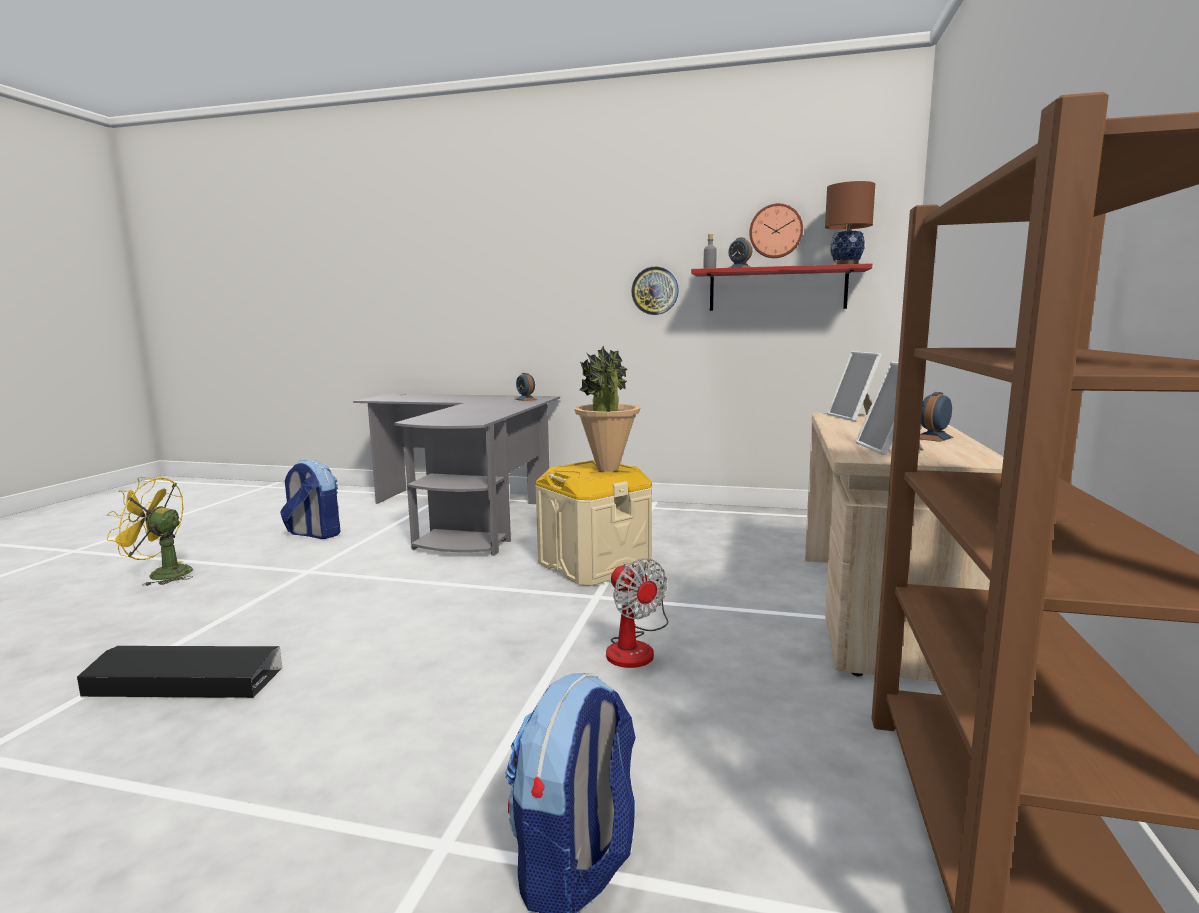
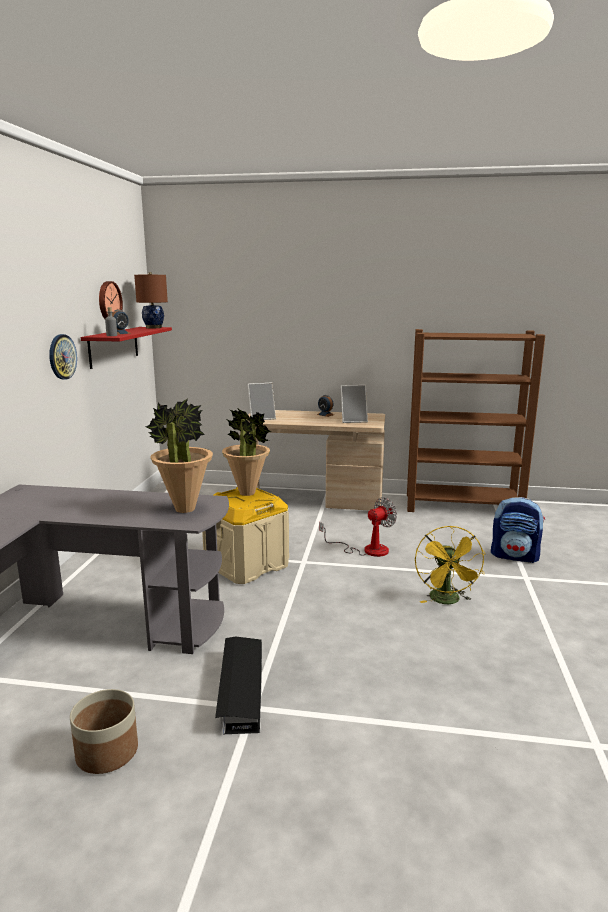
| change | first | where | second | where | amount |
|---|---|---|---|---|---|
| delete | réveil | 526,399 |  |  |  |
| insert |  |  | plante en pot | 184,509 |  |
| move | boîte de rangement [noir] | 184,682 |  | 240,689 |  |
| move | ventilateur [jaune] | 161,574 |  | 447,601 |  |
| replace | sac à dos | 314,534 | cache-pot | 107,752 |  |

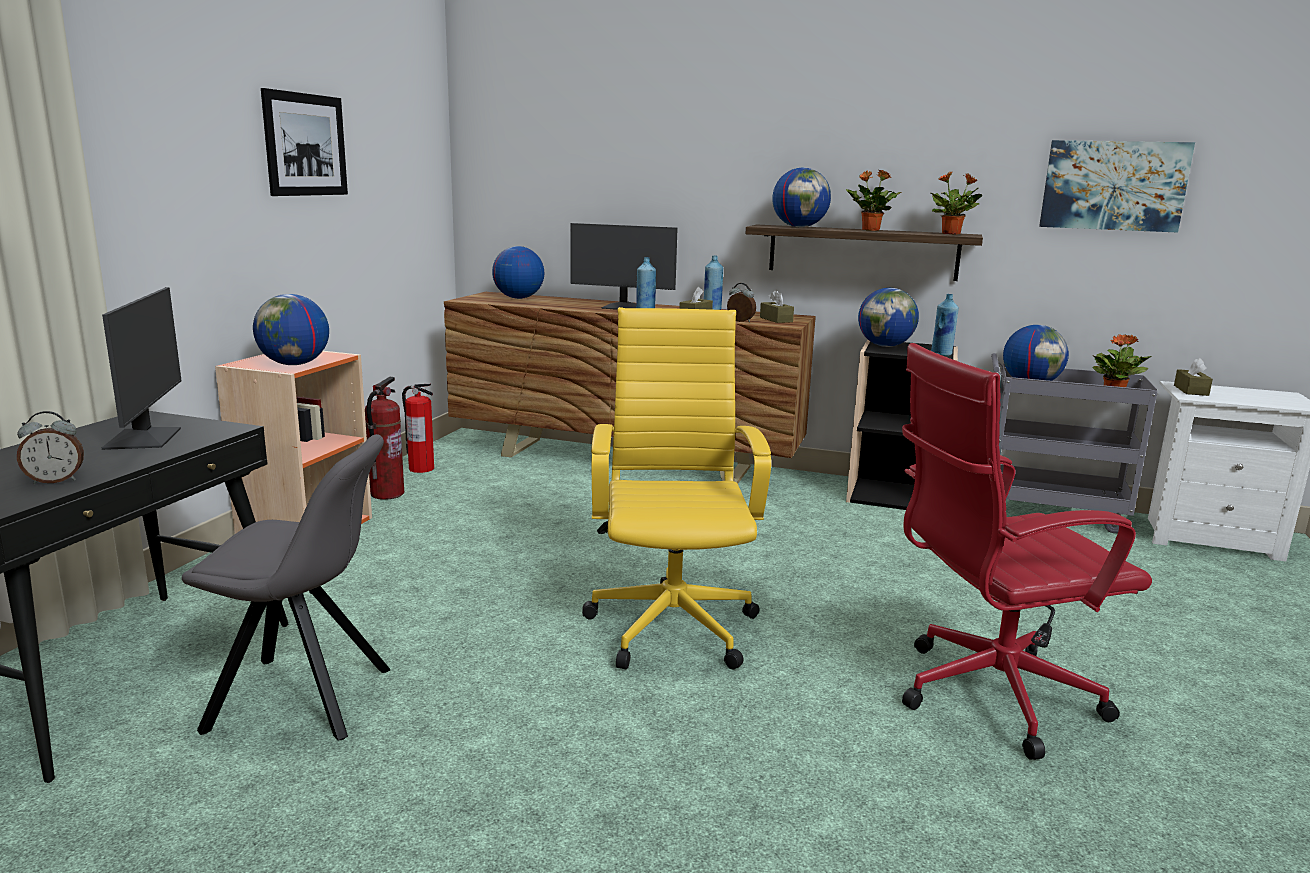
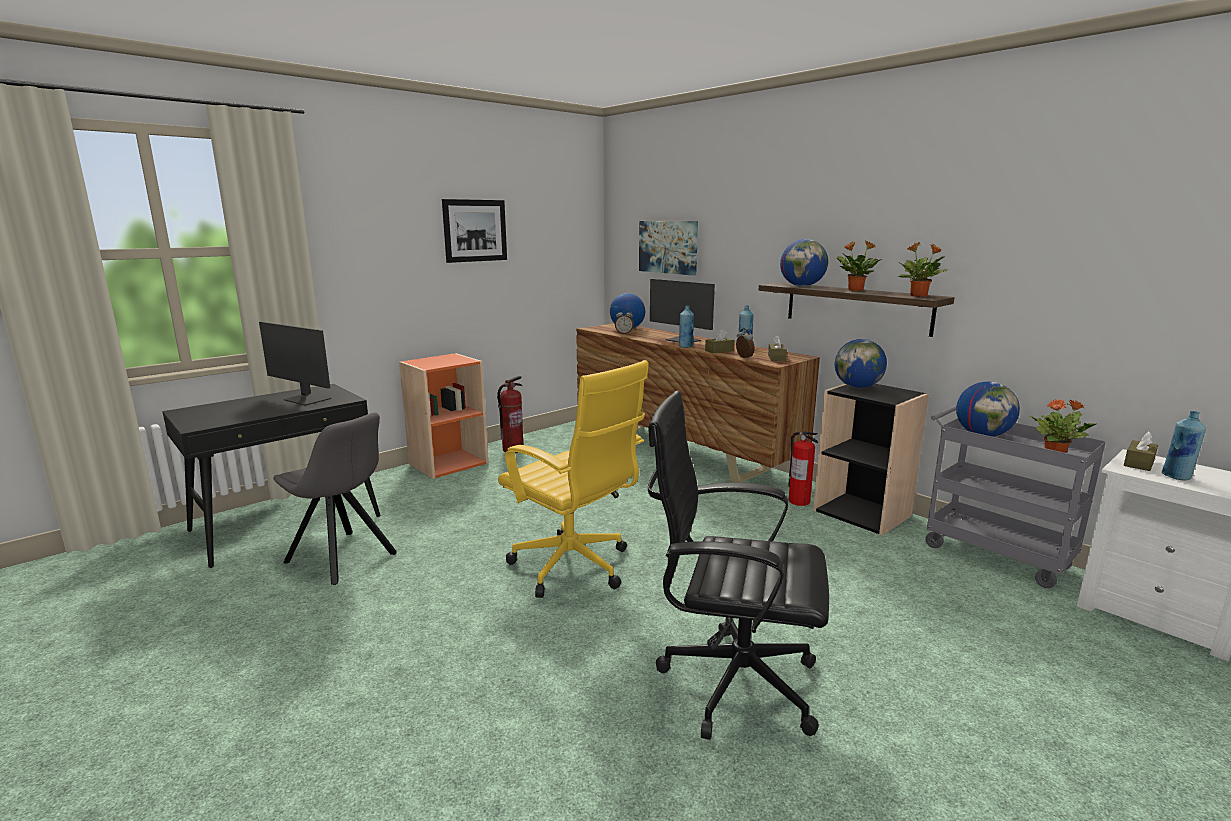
| change | first | where | second | where | amount |
|---|---|---|---|---|---|
| delete | globe | 294,364 |  |  |  |
| move | réveil | 55,480 |  | 624,333 |  |
| move | extincteur | 421,468 |  | 798,501 |  |
| move | bouteille [bleu] | 941,354 |  | 1176,477 |  |
| move | tableau | 1113,186 |  | 668,247 |  |
| recolor | chaise de bureau [rouge] | 987,697 | chaise de bureau [noir] | 731,682 |  |
| rotate | écran d'ordinateur | 145,438 |  | 306,400 | 105 degrees clockwise |
| rotate | chaise de bureau [jaune] | 672,624 |  | 575,568 | 105 degrees clockwise |

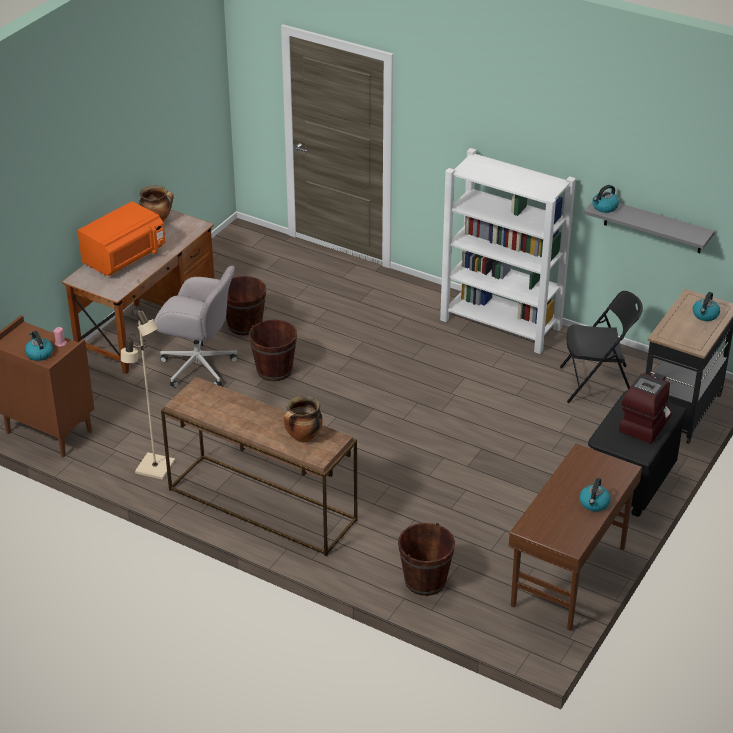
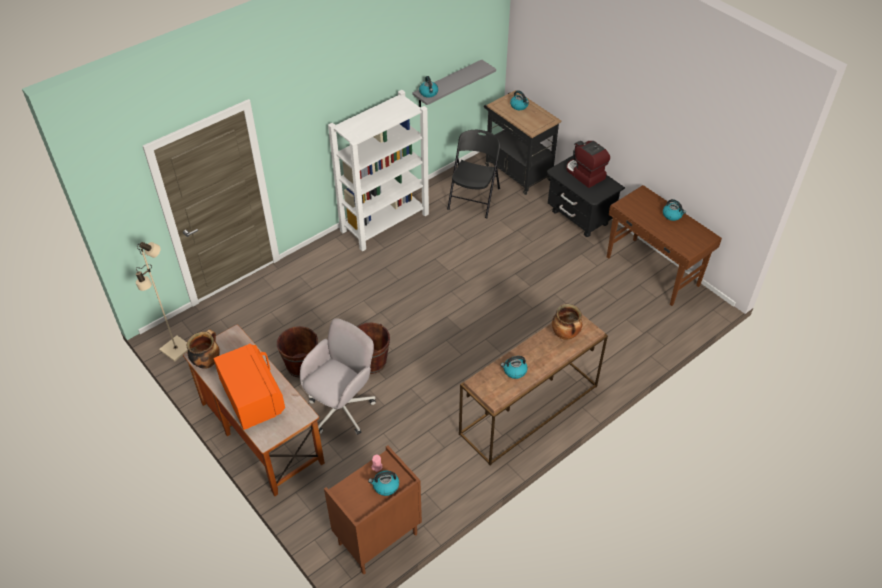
| change | first | where | second | where | amount |
|---|---|---|---|---|---|
| delete | seau [marron] | 425,581 |  |  |  |
| insert |  |  | bouilloire | 514,371 |  |
| move | lampadaire [beige] | 155,467 |  | 176,349 |  |

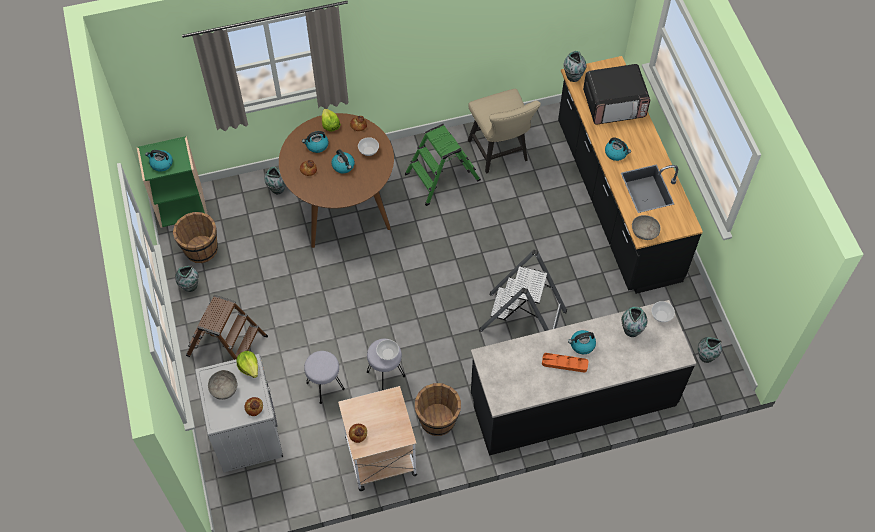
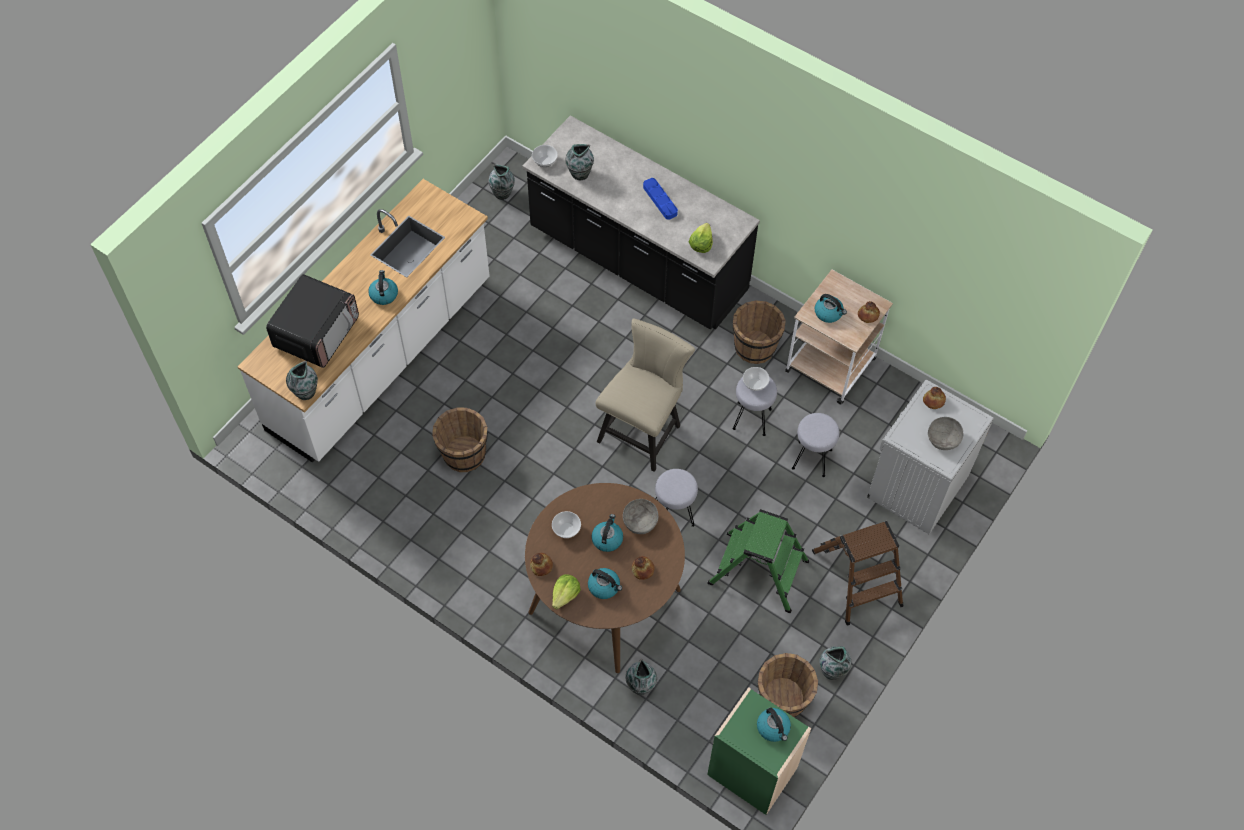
| change | first | where | second | where | amount |
|---|---|---|---|---|---|
| delete | escabeau [gris] | 524,320 |  |  |  |
| insert |  |  | seau [marron] | 463,454 |  |
| insert |  |  | tabouret [gris] | 674,514 |  |
| move | laitue | 249,367 |  | 701,244 |  |
| move | escabeau [vert] | 442,177 |  | 758,572 |  |
| move | chaise [beige] | 500,153 |  | 643,430 |  |
| move | bouilloire | 582,345 |  | 829,313 |  |
| move | bol [gris] | 644,232 |  | 640,521 |  |
| recolor | plateau [orange] | 564,363 | plateau [bleu] | 660,200 |  |
| recolor | comptoir de cuisine [noir] | 616,201 | comptoir de cuisine [blanc] | 382,356 |  |
| rotate | micro-ondes | 614,104 |  | 317,332 | 75 degrees clockwise |

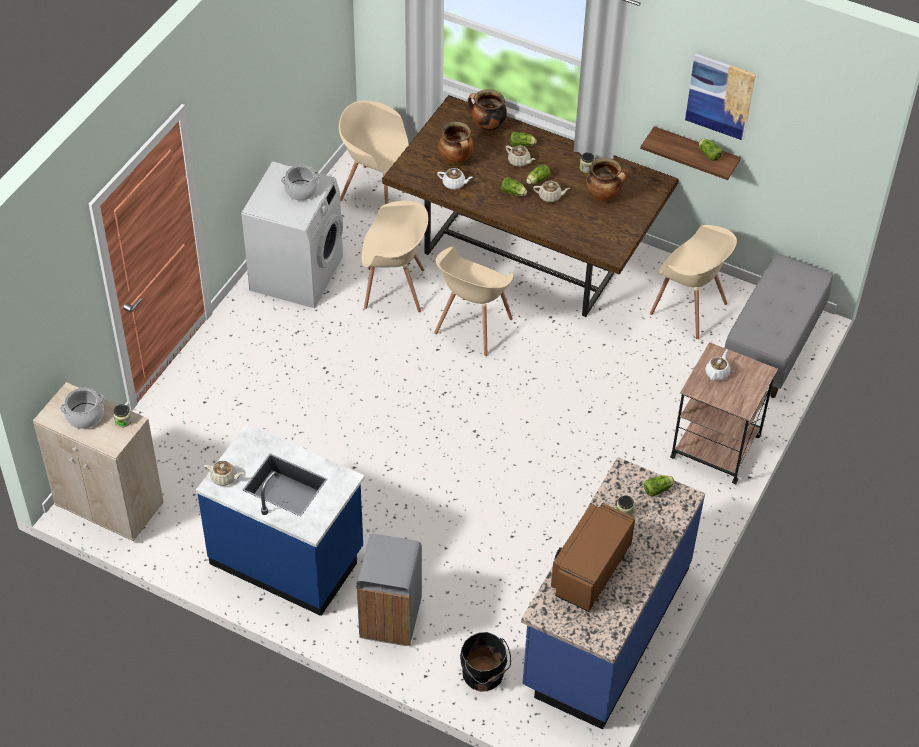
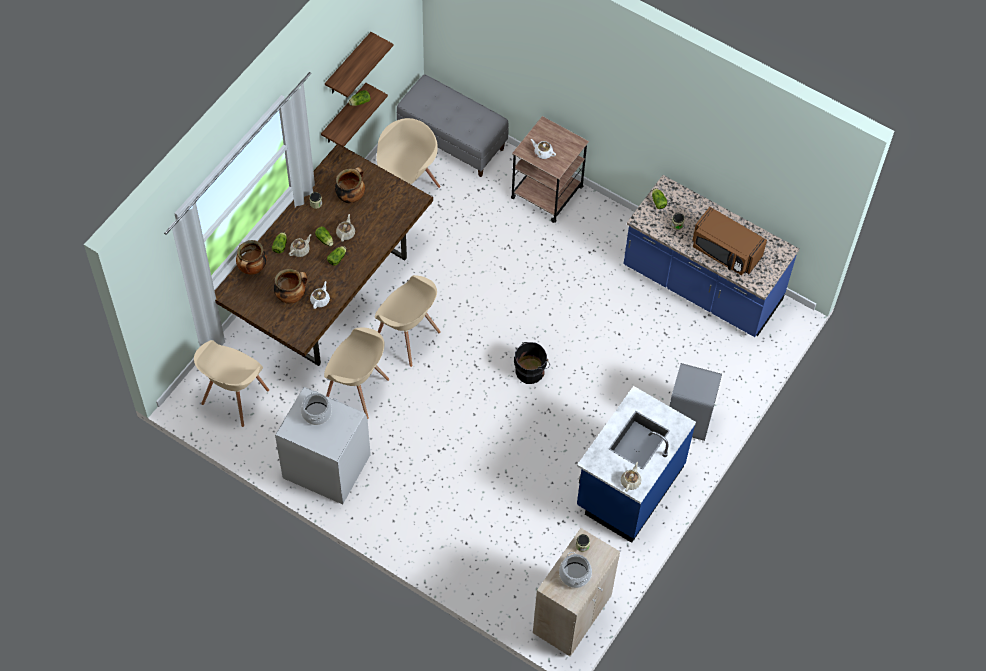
| change | first | where | second | where | amount |
|---|---|---|---|---|---|
| move | seau [noir] | 483,675 |  | 531,370 |  |
| replace | tableau | 720,96 | étagère | 348,65 |  |
| rotate | chaise [beige] | 395,289 |  | 357,391 | 105 degrees clockwise |

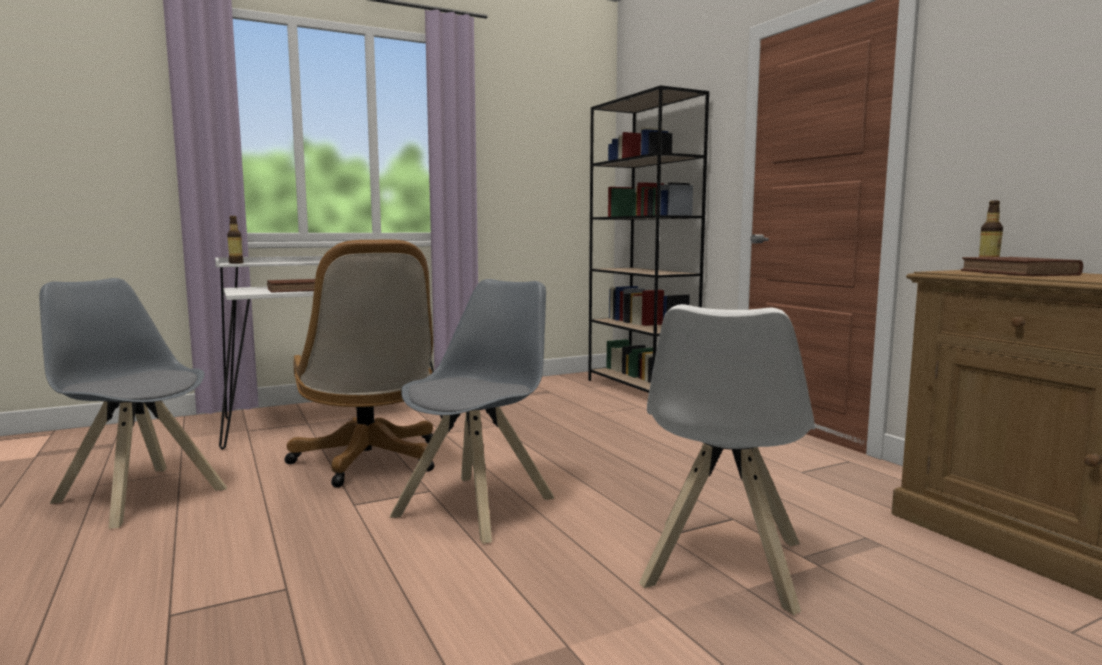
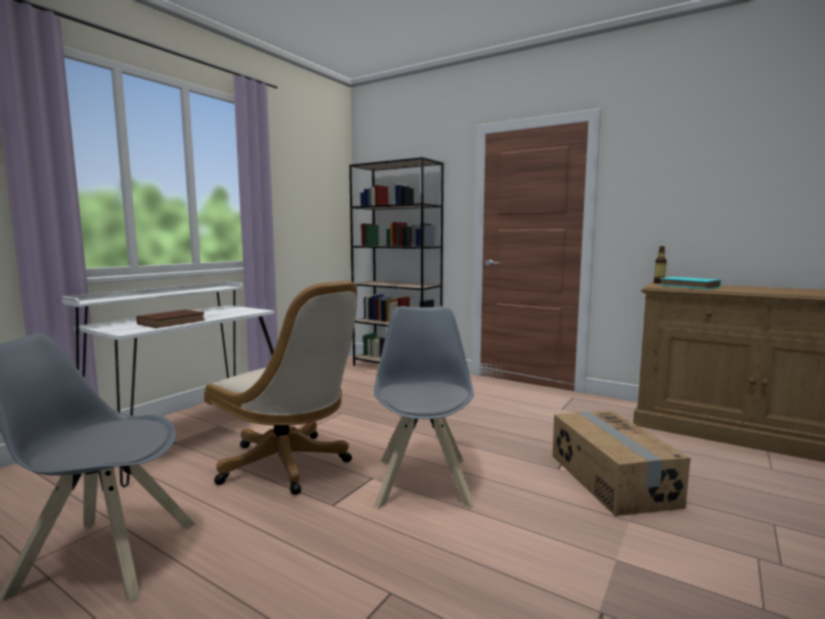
| change | first | where | second | where | amount |
|---|---|---|---|---|---|
| delete | bouteille | 236,263 |  |  |  |
| replace | chaise [blanc] | 722,566 | carton | 611,479 |  |
| recolor | livre [marron] | 1020,273 | livre [turquoise] | 691,286 |  |

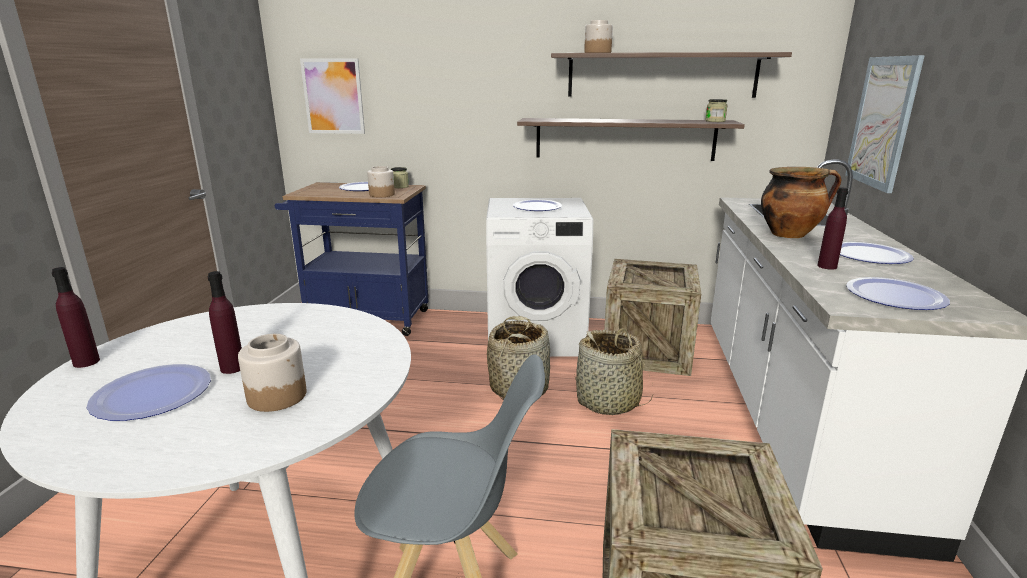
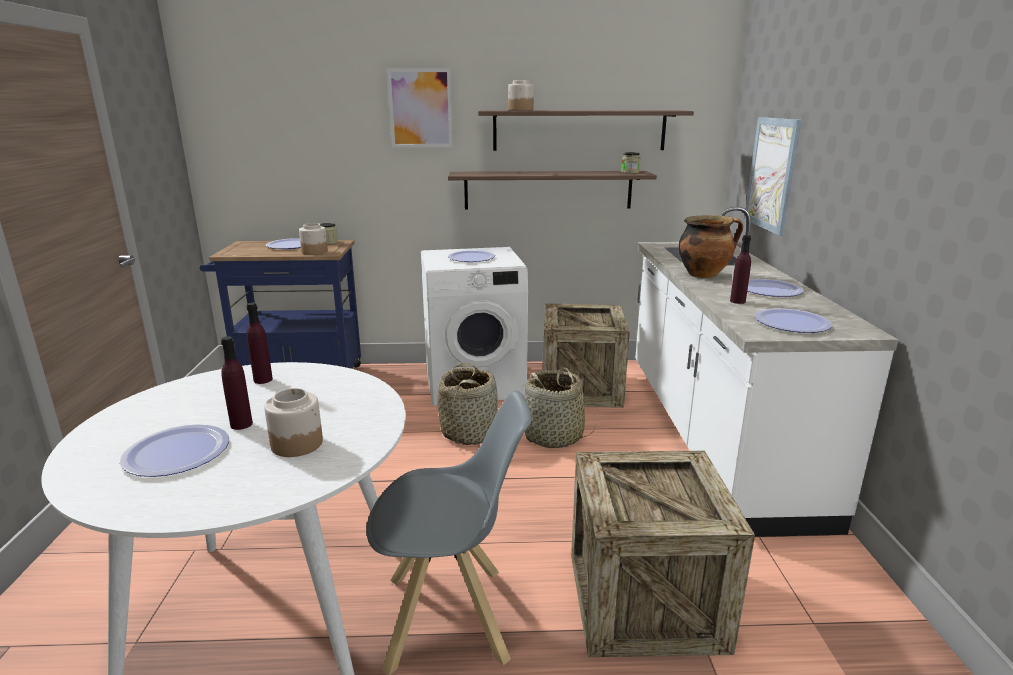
| change | first | where | second | where | amount |
|---|---|---|---|---|---|
| move | bouteille [violet] | 86,362 |  | 263,380 |  |
| move | tableau | 333,96 |  | 420,108 |  |

